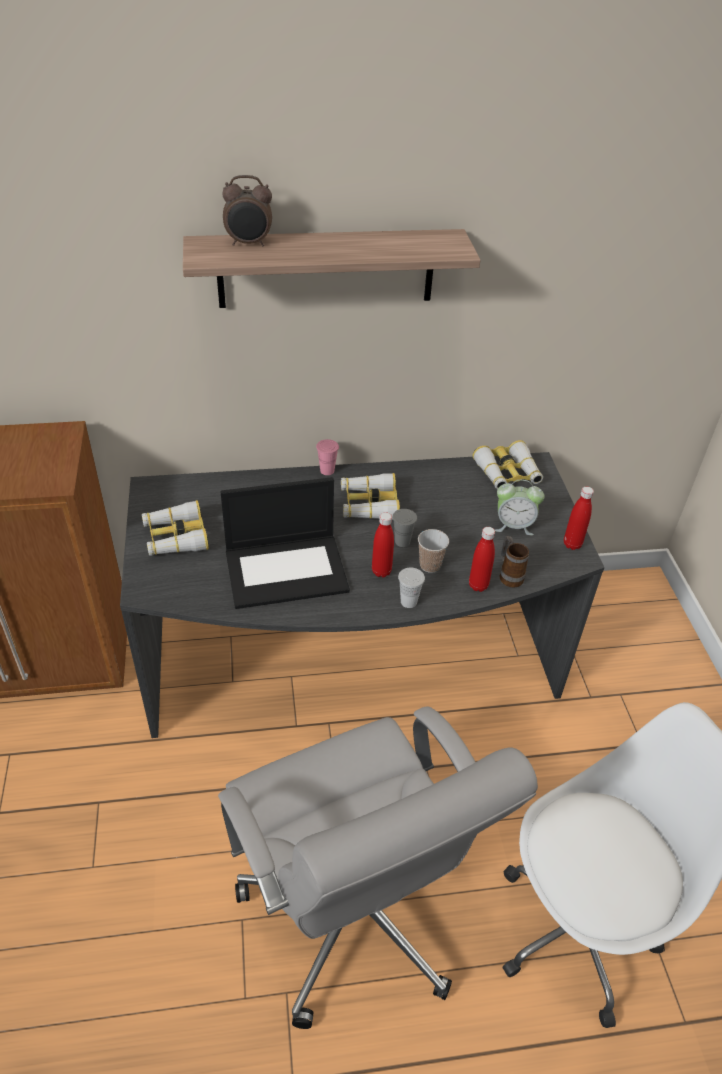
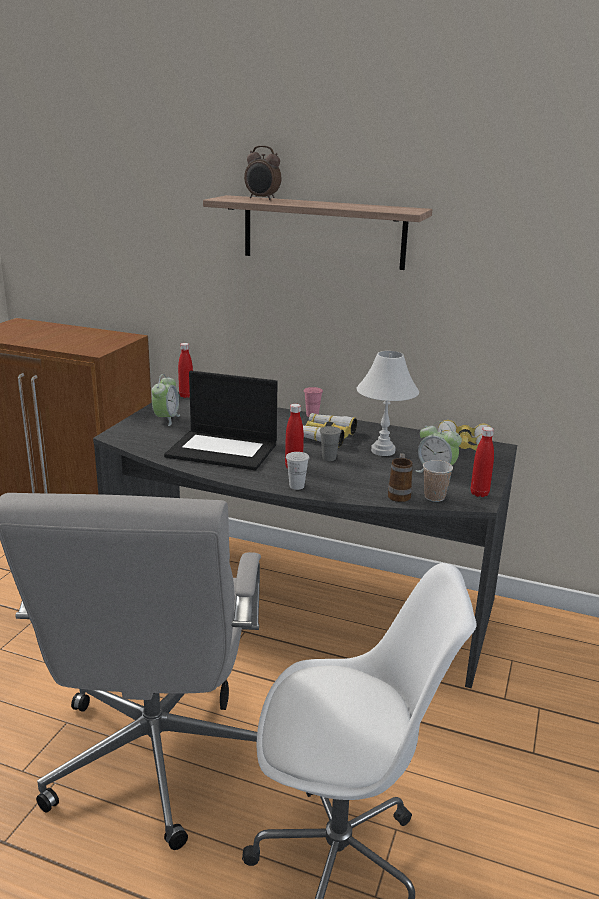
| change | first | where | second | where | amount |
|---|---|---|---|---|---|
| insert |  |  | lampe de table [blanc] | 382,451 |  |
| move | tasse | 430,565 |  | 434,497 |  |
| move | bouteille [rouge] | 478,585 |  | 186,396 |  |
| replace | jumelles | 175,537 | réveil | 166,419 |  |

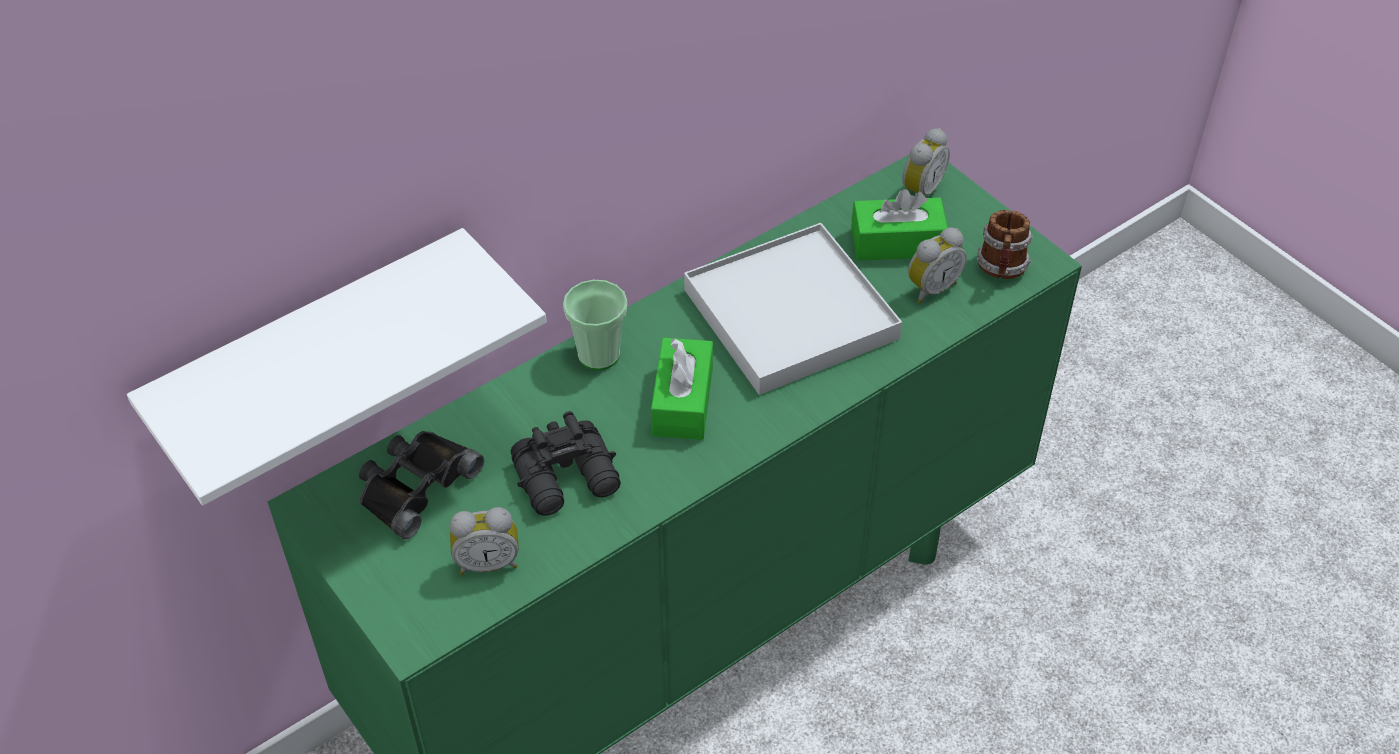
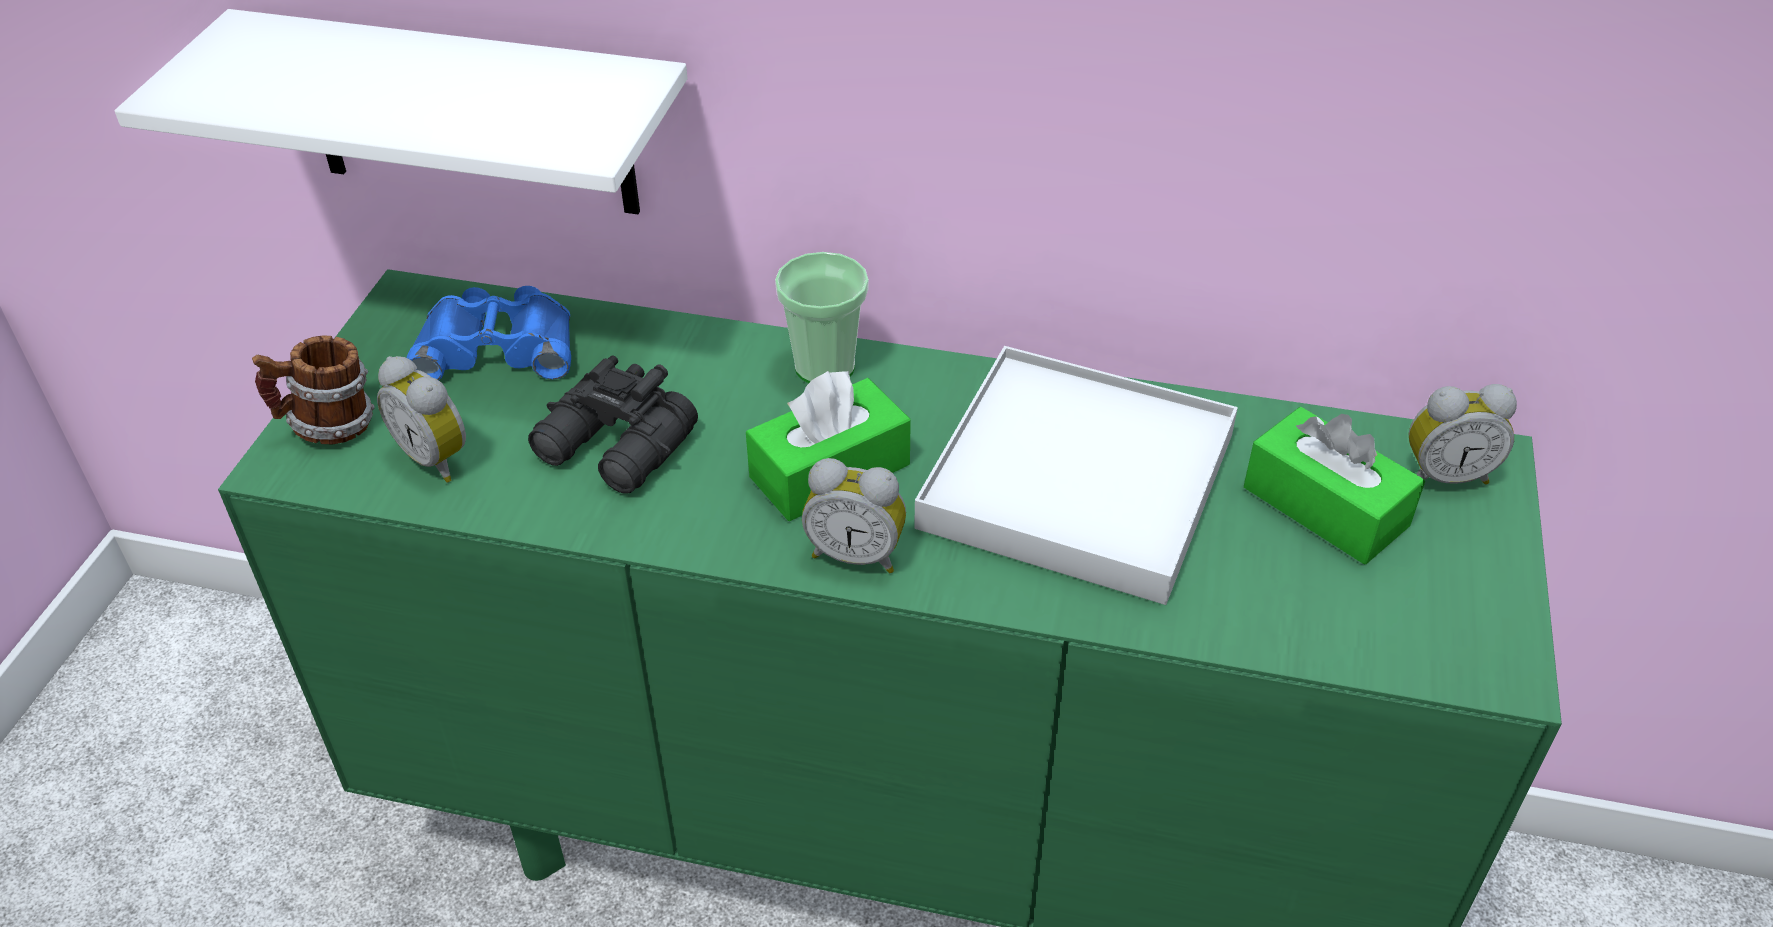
| change | first | where | second | where | amount |
|---|---|---|---|---|---|
| move | réveil | 931,288 |  | 856,554 |  |
| move | mug | 1002,269 |  | 329,427 |  |
| recolor | jumelles [noir] | 415,485 | jumelles [bleu] | 497,346 |  |

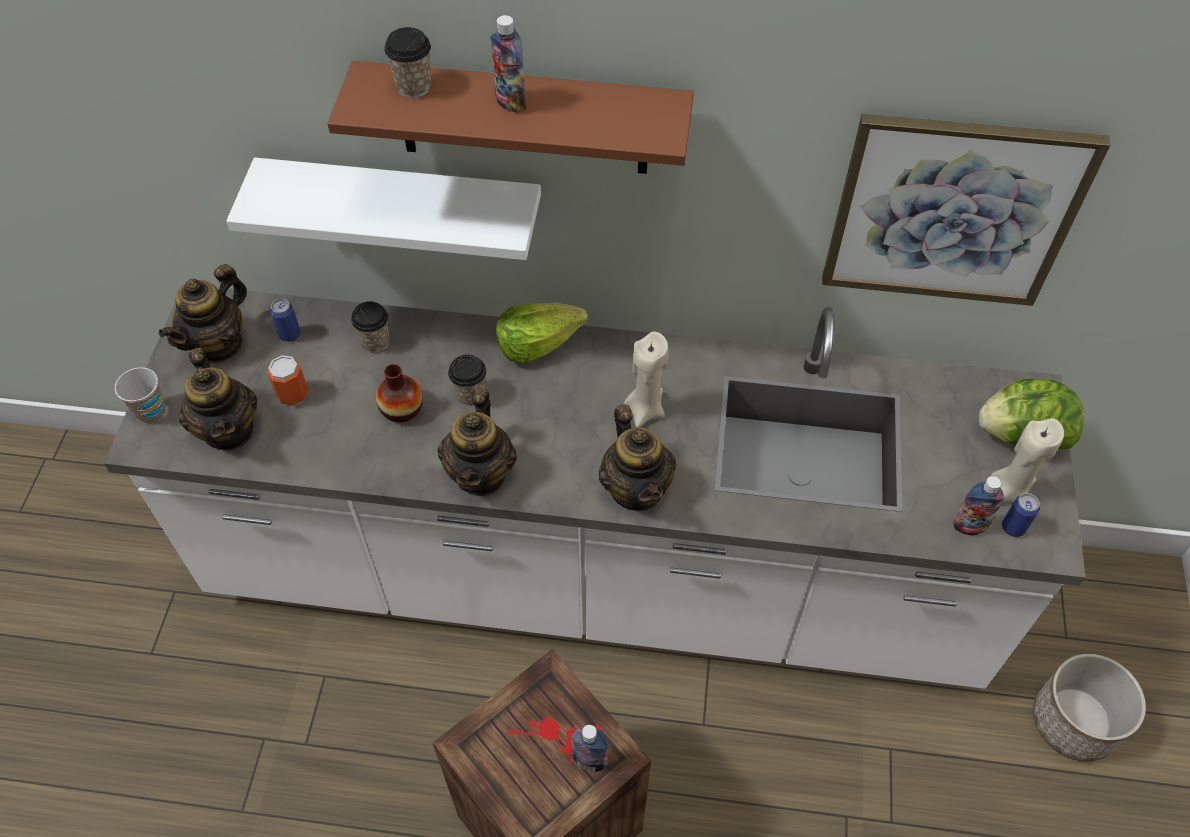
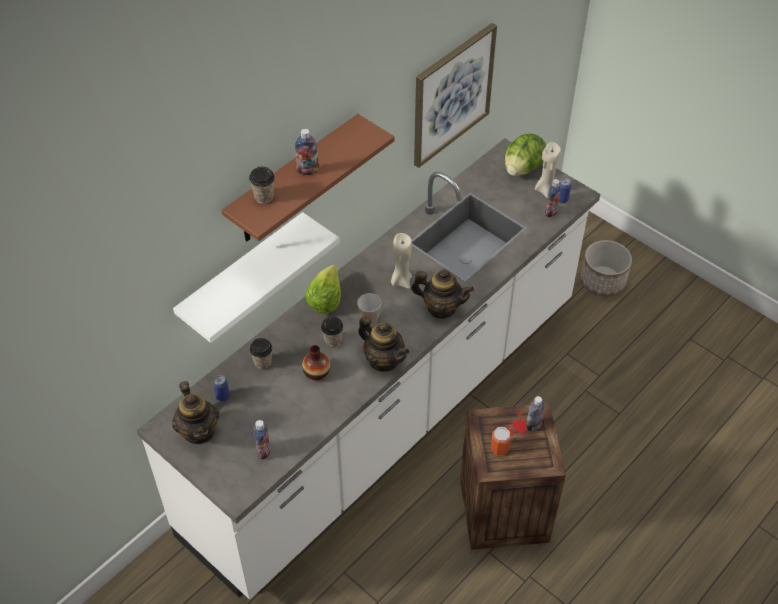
| change | first | where | second | where | amount |
|---|---|---|---|---|---|
| move | tasse | 151,412 |  | 369,320 |  |
| move | boîte métallique | 293,394 |  | 499,449 |  |
| replace | théière | 229,430 | bouteille | 264,451 |  |

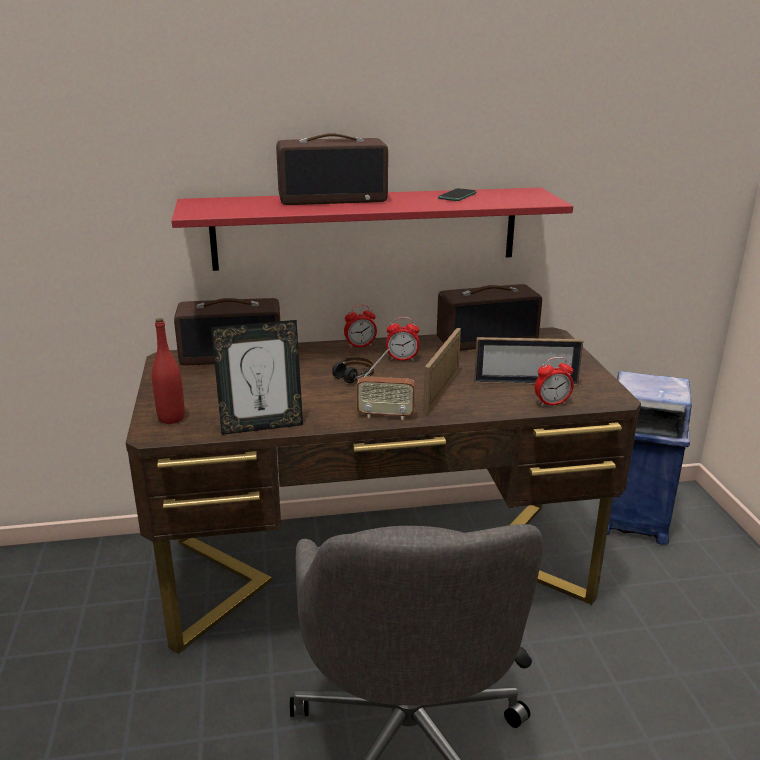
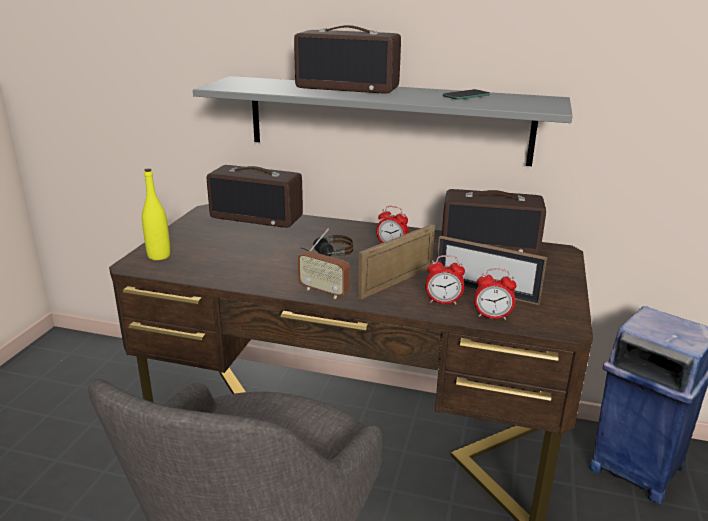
| change | first | where | second | where | amount |
|---|---|---|---|---|---|
| delete | cadre photo | 262,426 |  |  |  |
| move | réveil | 360,346 |  | 443,302 |  |
| recolor | bouteille [rouge] | 171,418 | bouteille [jaune] | 159,256 |  |
| recolor | étagère [rouge] | 366,228 | étagère [gris] | 387,120 |  |

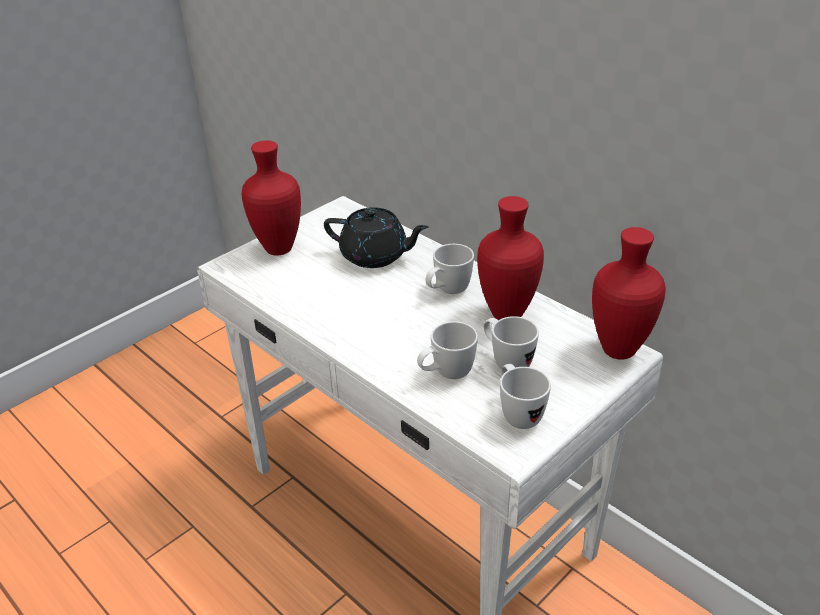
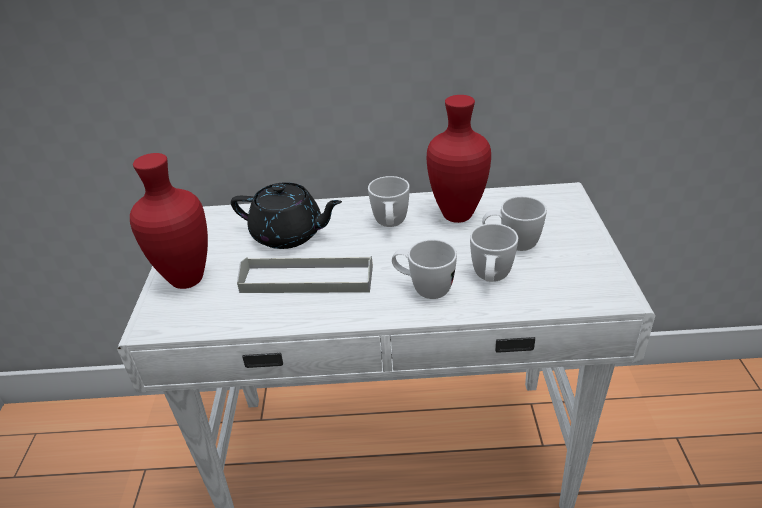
| change | first | where | second | where | amount |
|---|---|---|---|---|---|
| delete | vase [rouge] | 618,352 |  |  |  |
| insert |  |  | plateau [gris] | 307,279 |  |
| move | mug [blanc] | 518,413 |  | 423,289 |  |
| rotate | théière [noir] | 375,256 |  | 289,235 | 45 degrees clockwise |

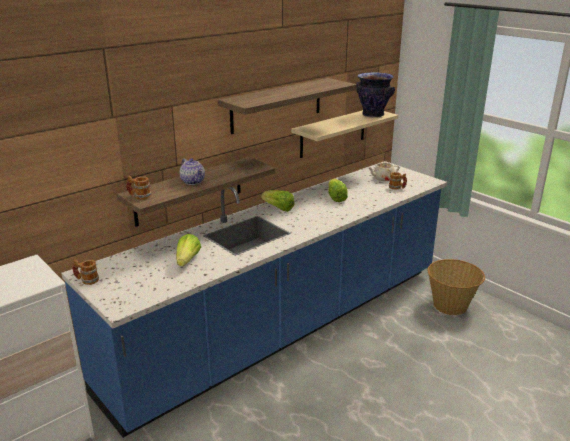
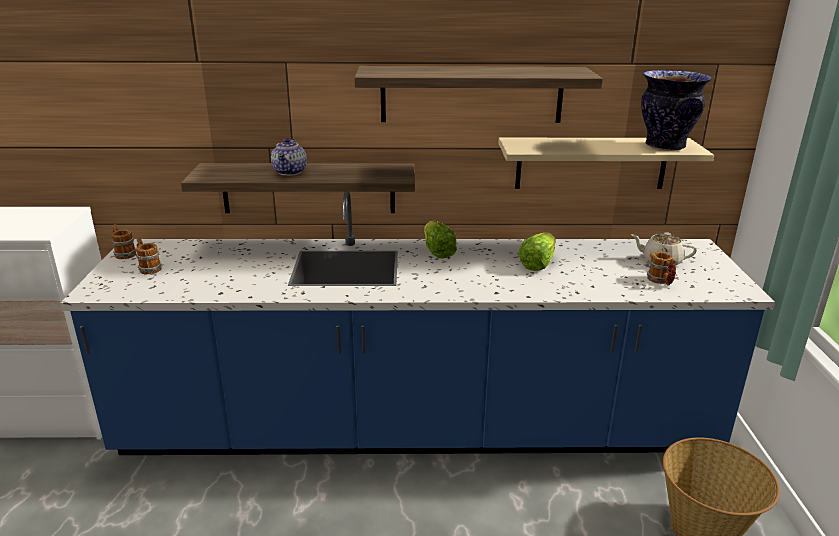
| change | first | where | second | where | amount |
|---|---|---|---|---|---|
| delete | laitue | 187,260 |  |  |  |
| move | mug | 139,196 |  | 148,268 |  |

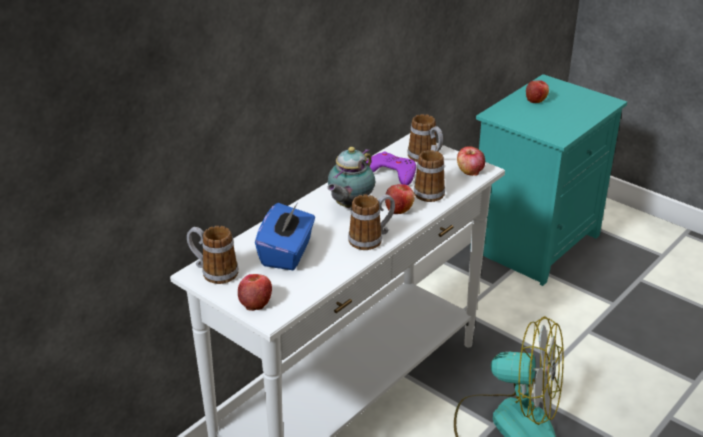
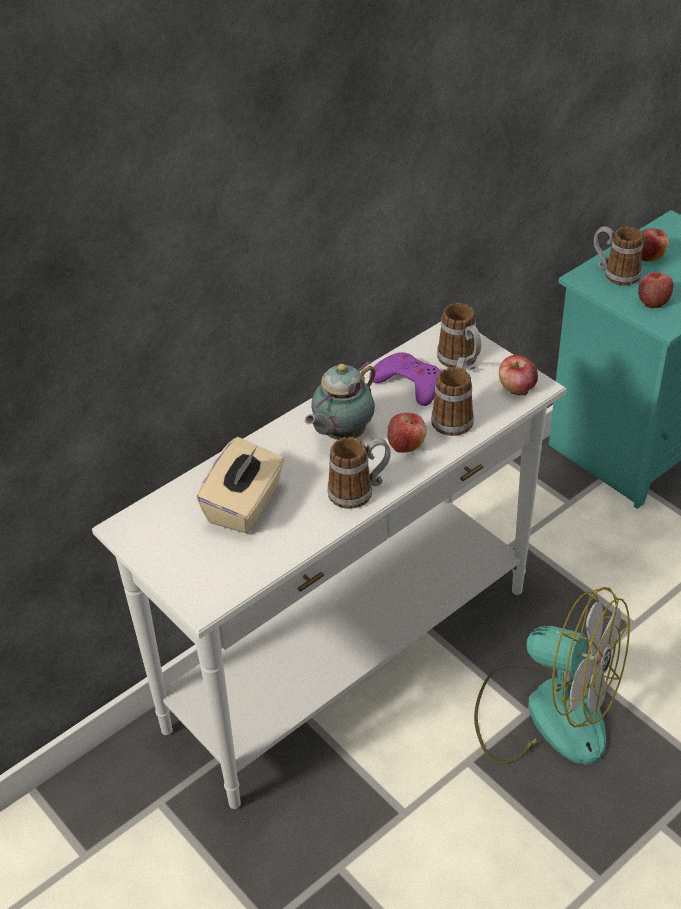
| change | first | where | second | where | amount |
|---|---|---|---|---|---|
| move | mug | 213,272 |  | 615,273 |  |
| move | pomme | 255,302 |  | 653,300 |  |
| recolor | boîte à mouchoirs [bleu] | 287,253 | boîte à mouchoirs [beige] | 245,505 |  |

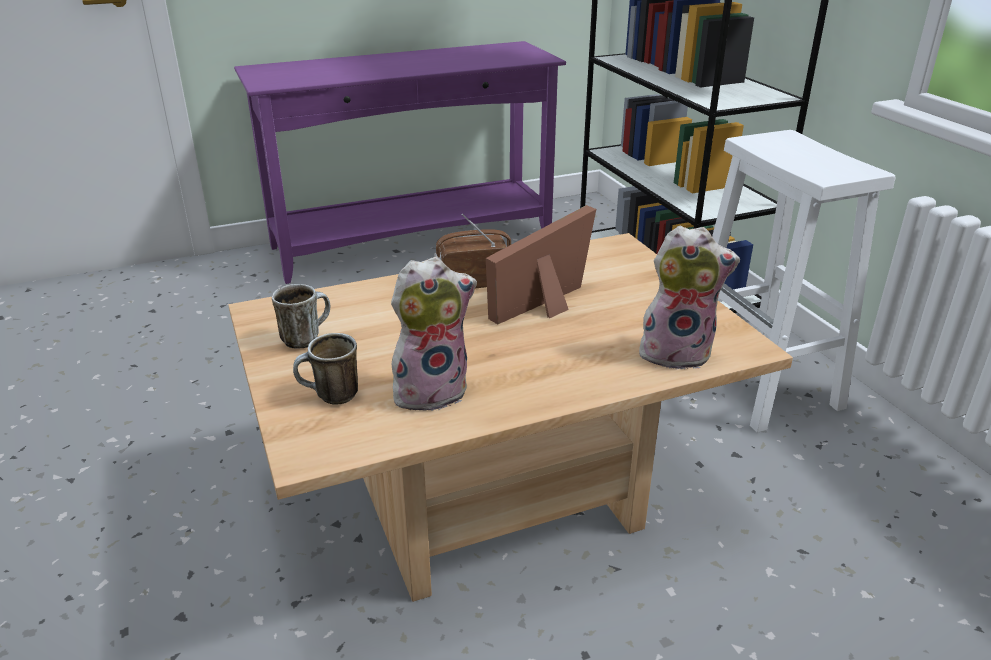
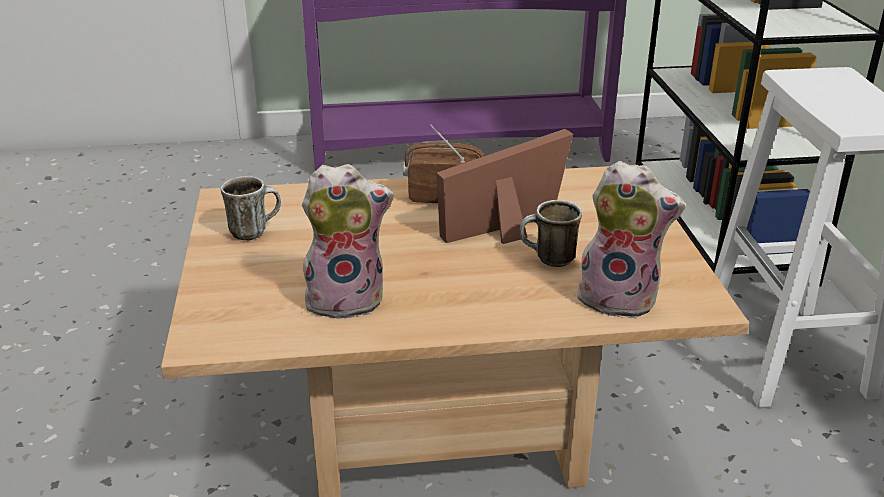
| change | first | where | second | where | amount |
|---|---|---|---|---|---|
| move | mug | 330,397 |  | 548,260 |  |

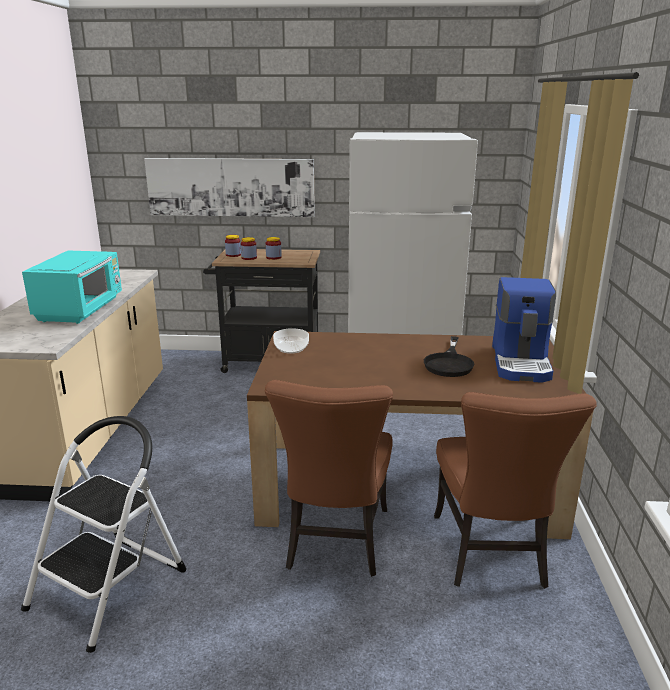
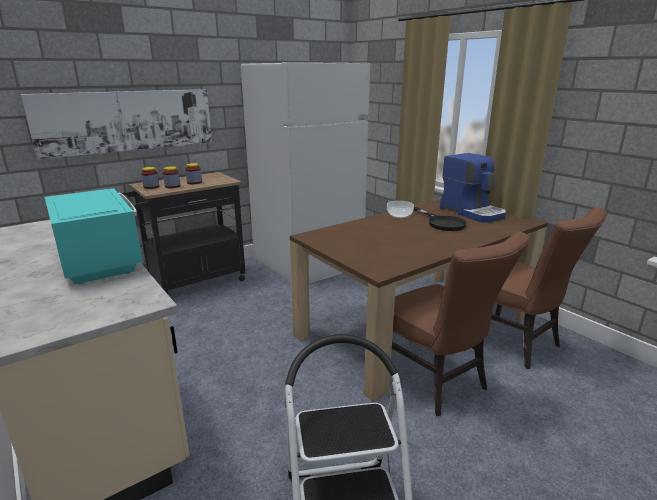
| change | first | where | second | where | amount |
|---|---|---|---|---|---|
| move | bol | 291,349 |  | 400,215 |  |

